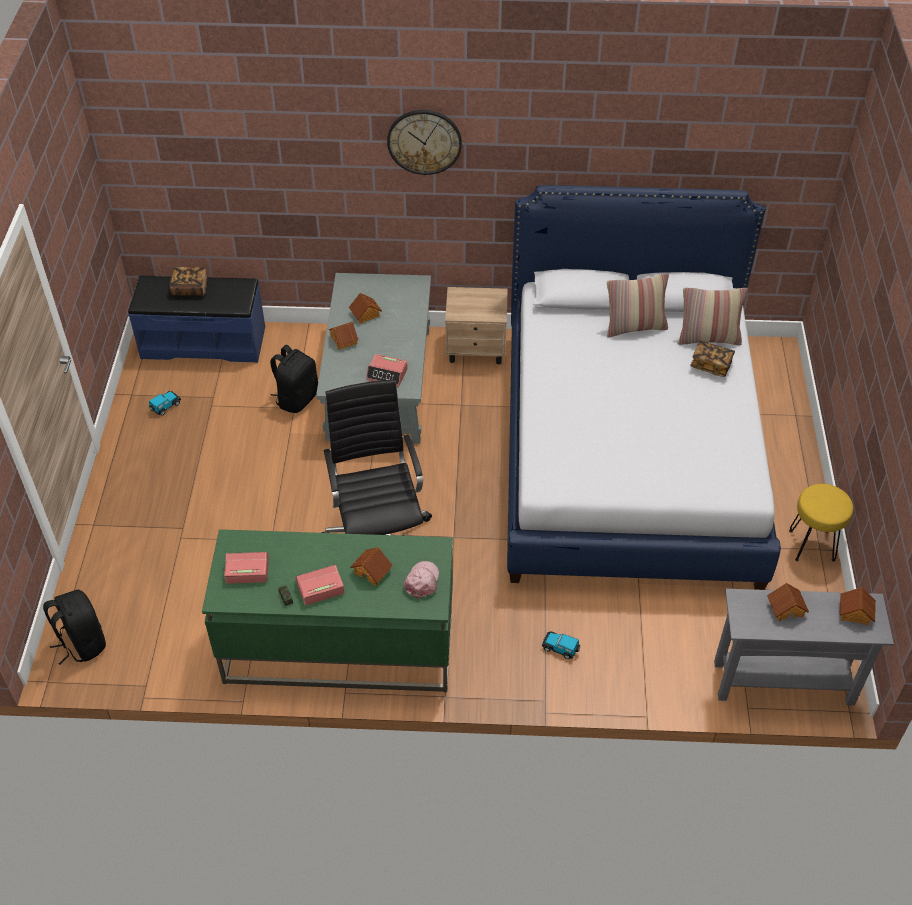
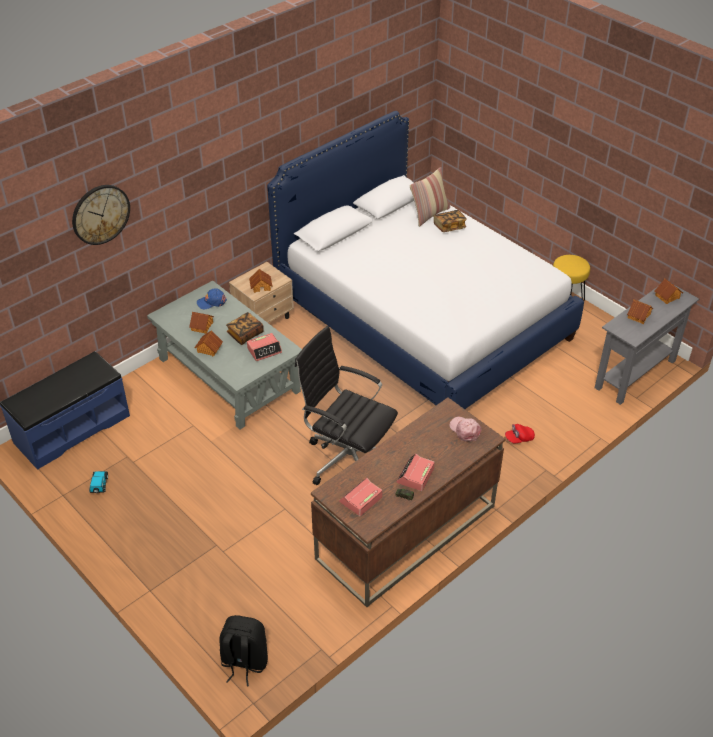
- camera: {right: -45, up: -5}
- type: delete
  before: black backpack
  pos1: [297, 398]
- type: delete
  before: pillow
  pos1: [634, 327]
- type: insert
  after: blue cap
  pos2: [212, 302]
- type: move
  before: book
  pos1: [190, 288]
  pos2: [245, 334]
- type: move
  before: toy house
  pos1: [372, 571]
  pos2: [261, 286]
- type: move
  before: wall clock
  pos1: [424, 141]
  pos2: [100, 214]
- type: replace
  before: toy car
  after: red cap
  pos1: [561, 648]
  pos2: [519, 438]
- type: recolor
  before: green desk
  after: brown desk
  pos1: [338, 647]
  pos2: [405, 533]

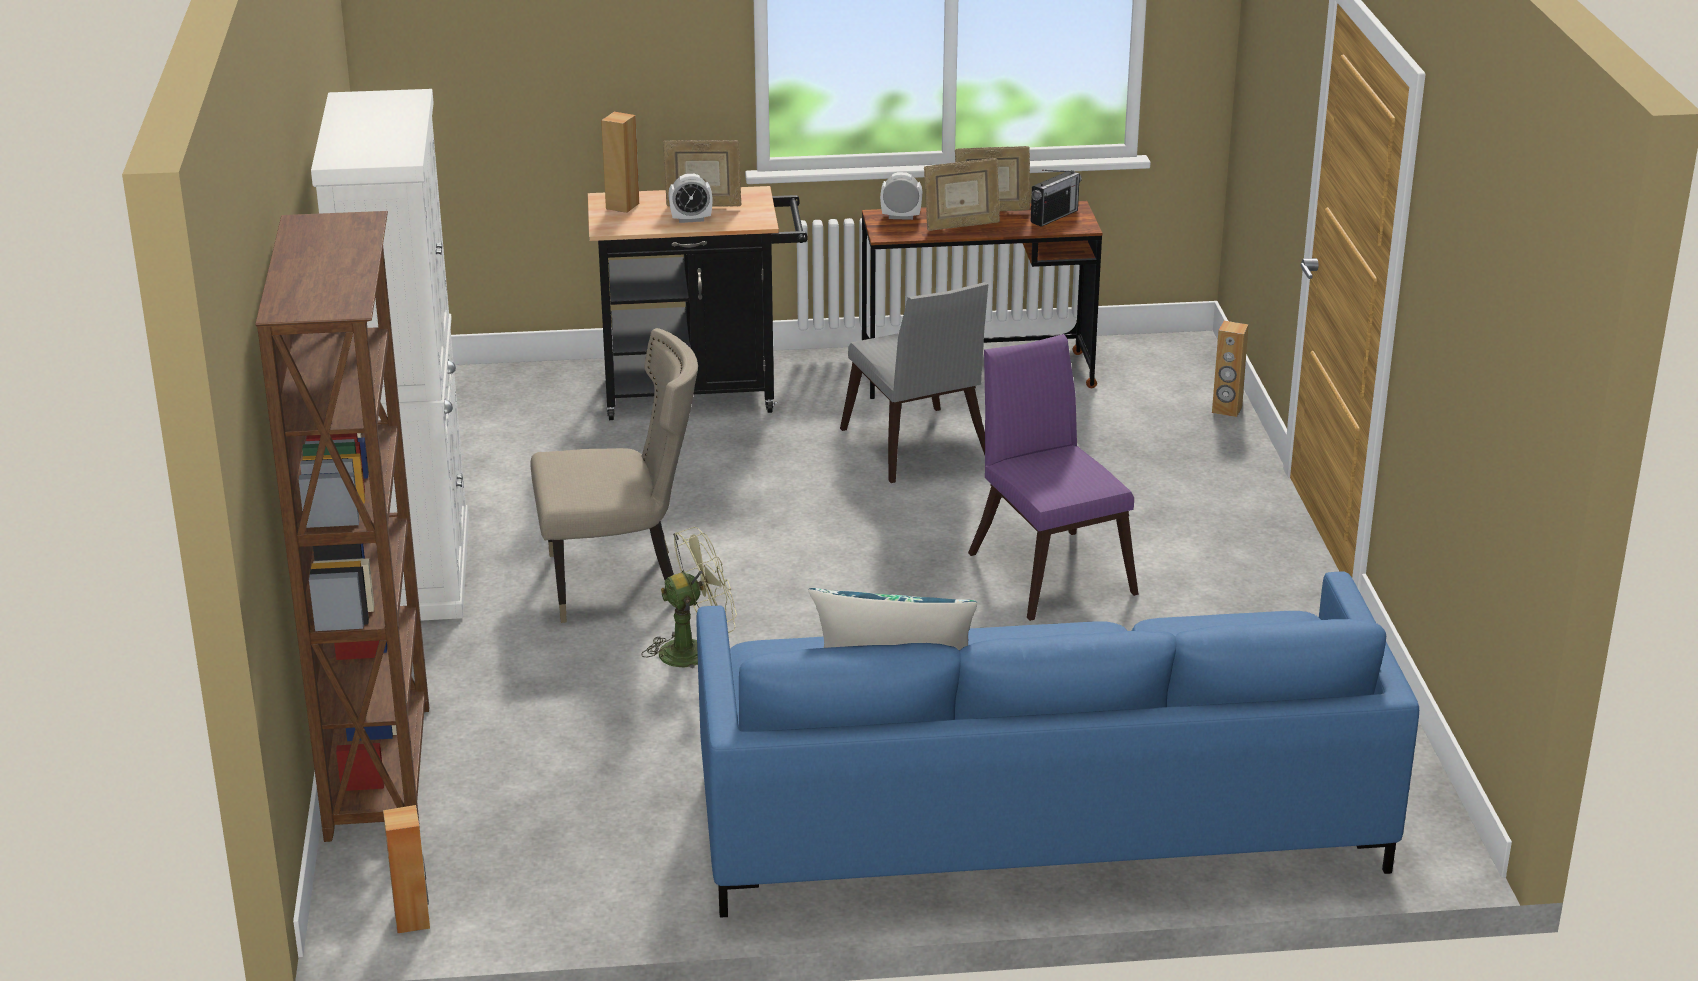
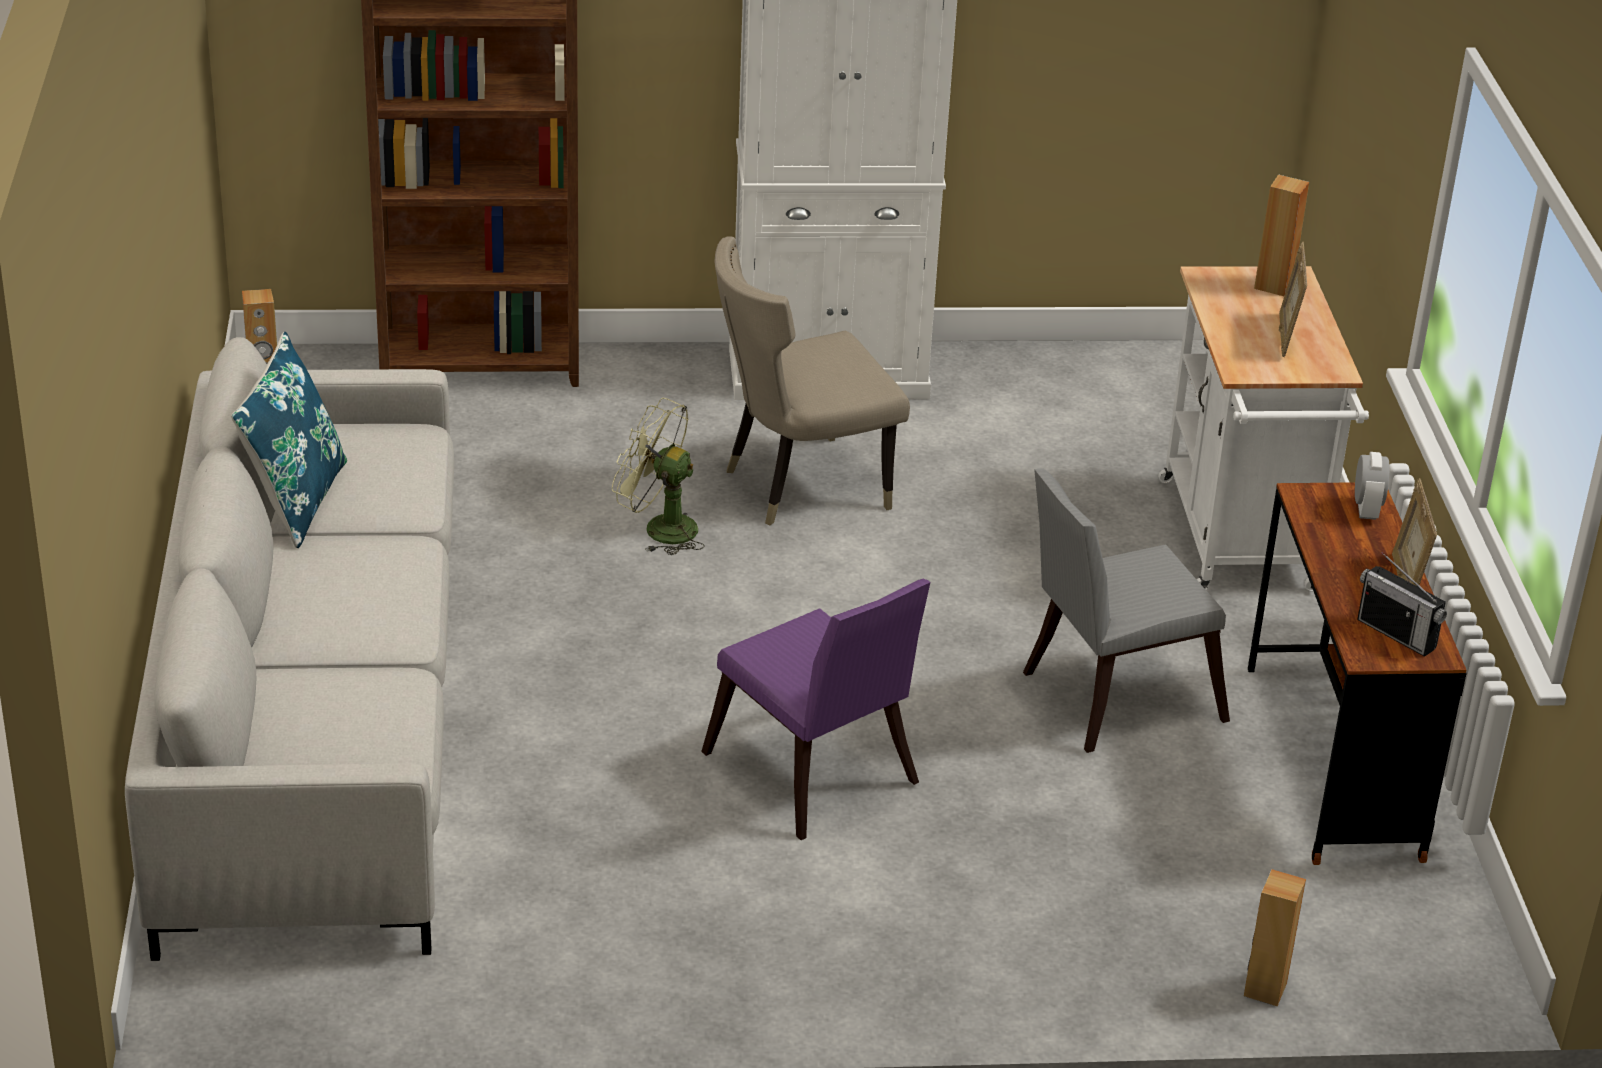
- camera: {right: 90, up: 5}
- type: delete
  before: alarm clock
  pos1: [691, 219]
- type: delete
  before: picture frame
  pos1: [961, 225]
- type: recolor
  before: black cart
  after: white cart
  pos1: [701, 393]
  pos2: [1242, 543]
- type: recolor
  before: blue sofa
  after: grey sofa
  pos1: [1038, 818]
  pos2: [316, 724]
- type: rotate
  before: beige chair
  pos1: [620, 582]
  pos2: [799, 486]
  turn: 75
- type: rotate
  before: green fan
  pos1: [694, 651]
  pos2: [659, 528]
  turn: 135
- type: rotate
  before: purple chair
  pos1: [1048, 568]
  pos2: [815, 777]
  turn: 75

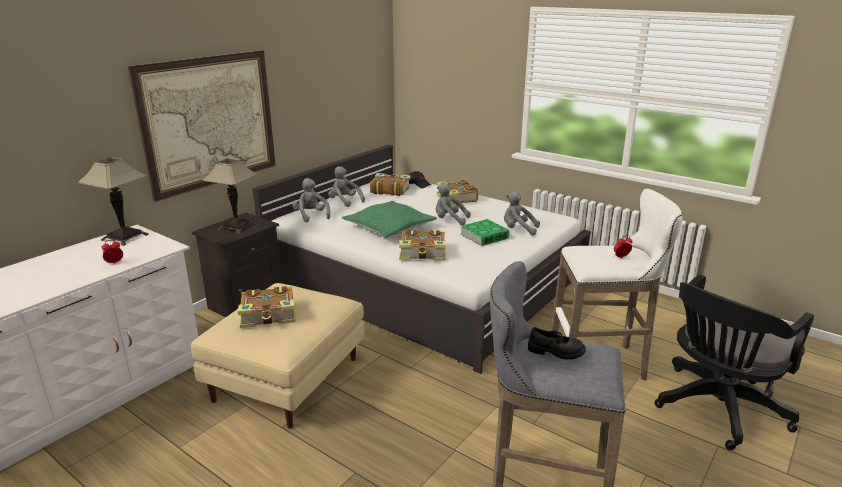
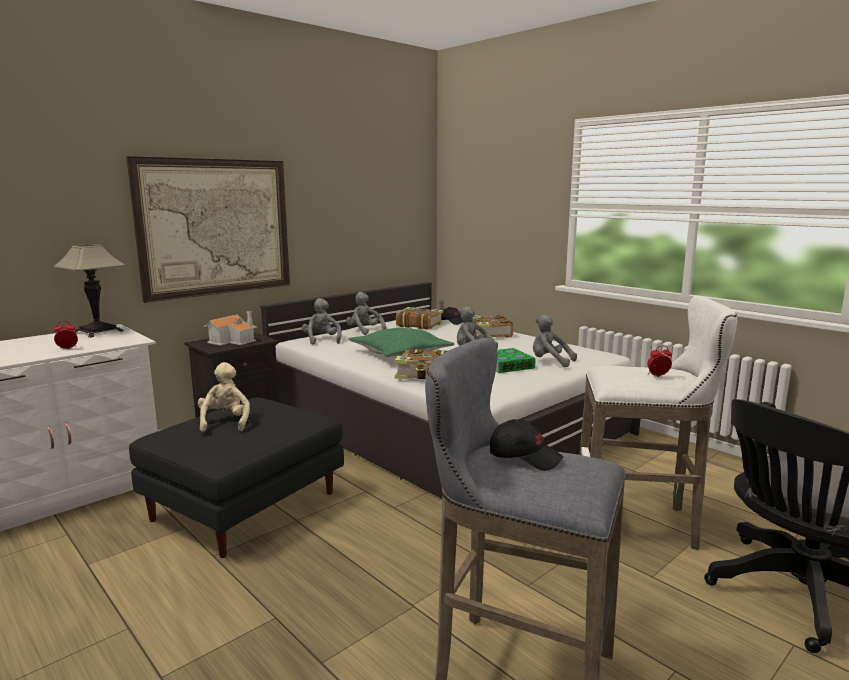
- camera: {right: 10, up: -10}
- type: replace
  before: table lamp
  after: toy house
  pos1: [237, 226]
  pos2: [233, 341]
- type: replace
  before: book
  after: beige plush toy
  pos1: [269, 315]
  pos2: [225, 422]
- type: replace
  before: black shoe
  after: black cap
  pos1: [556, 351]
  pos2: [525, 457]
- type: recolor
  before: beige ottoman
  after: black ottoman
  pos1: [287, 378]
  pos2: [246, 505]

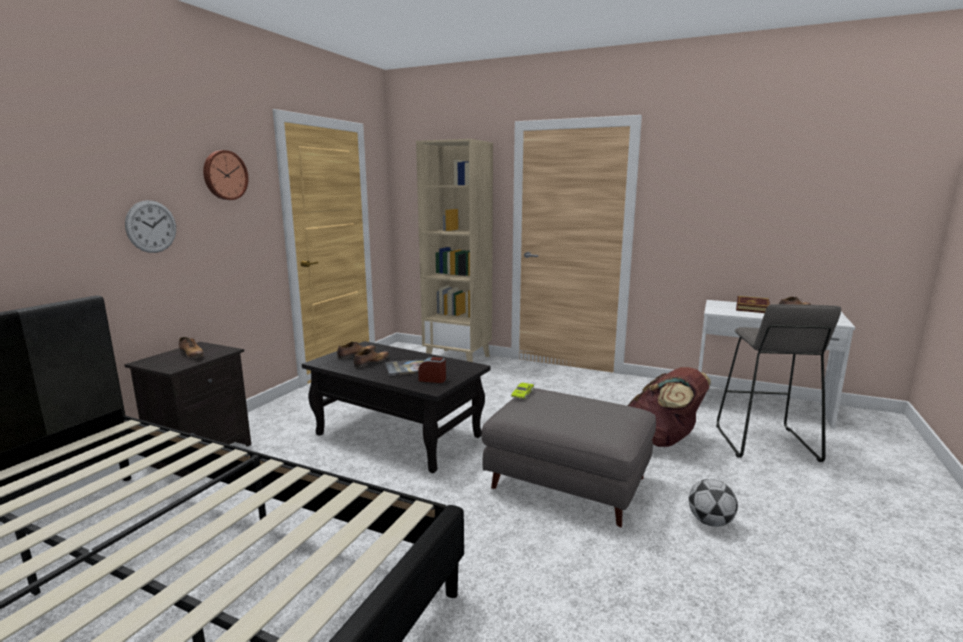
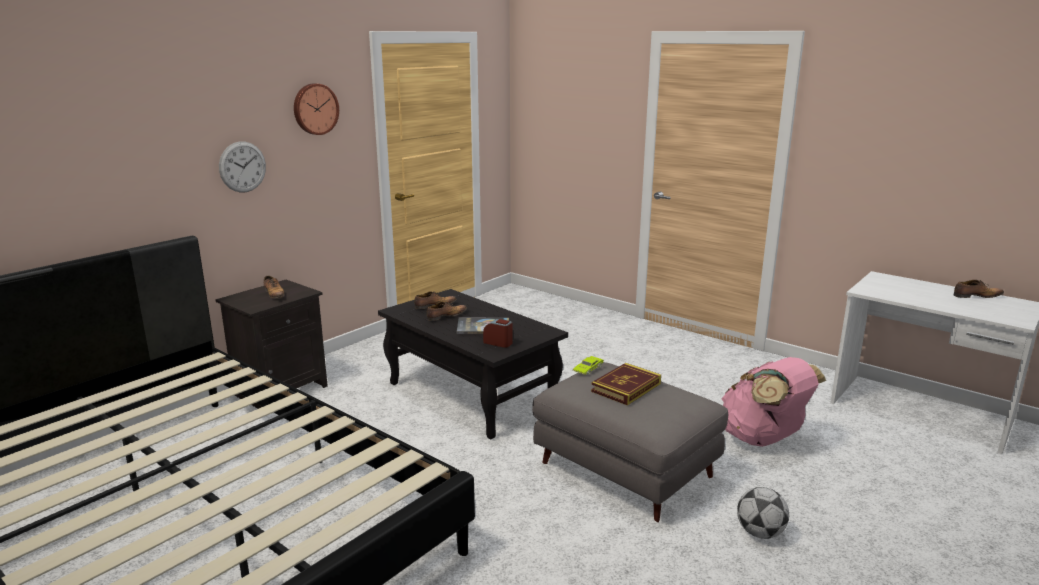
- camera: {right: 15, up: 5}
- type: delete
  before: beige bookcase
  pos1: [458, 359]
- type: delete
  before: grey stool
  pos1: [764, 443]
- type: move
  before: book
  pos1: [752, 307]
  pos2: [626, 387]
- type: recolor
  before: brown backpack
  after: pink backpack
  pos1: [663, 440]
  pos2: [763, 439]

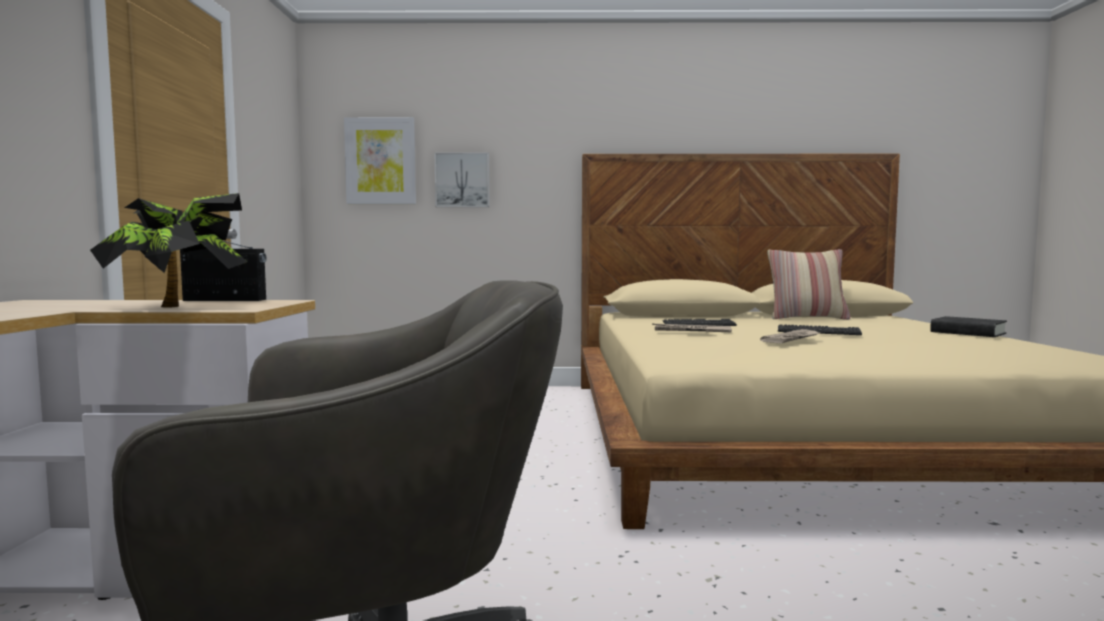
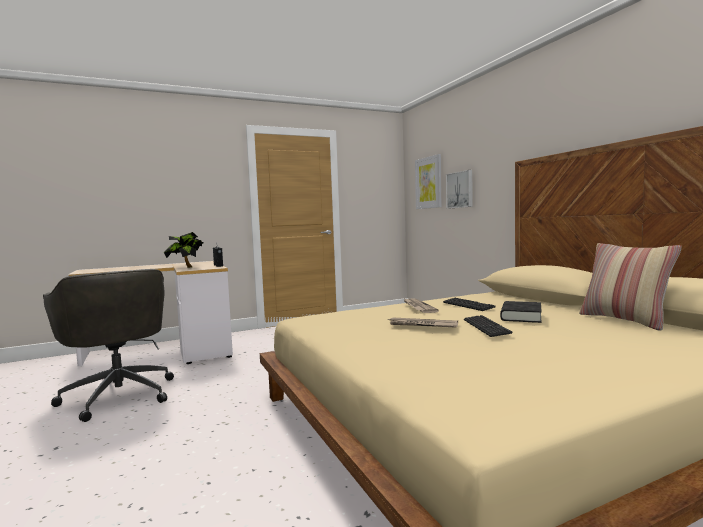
- camera: {right: 65, up: 0}
- type: move
  before: black book
  pos1: [967, 333]
  pos2: [521, 316]

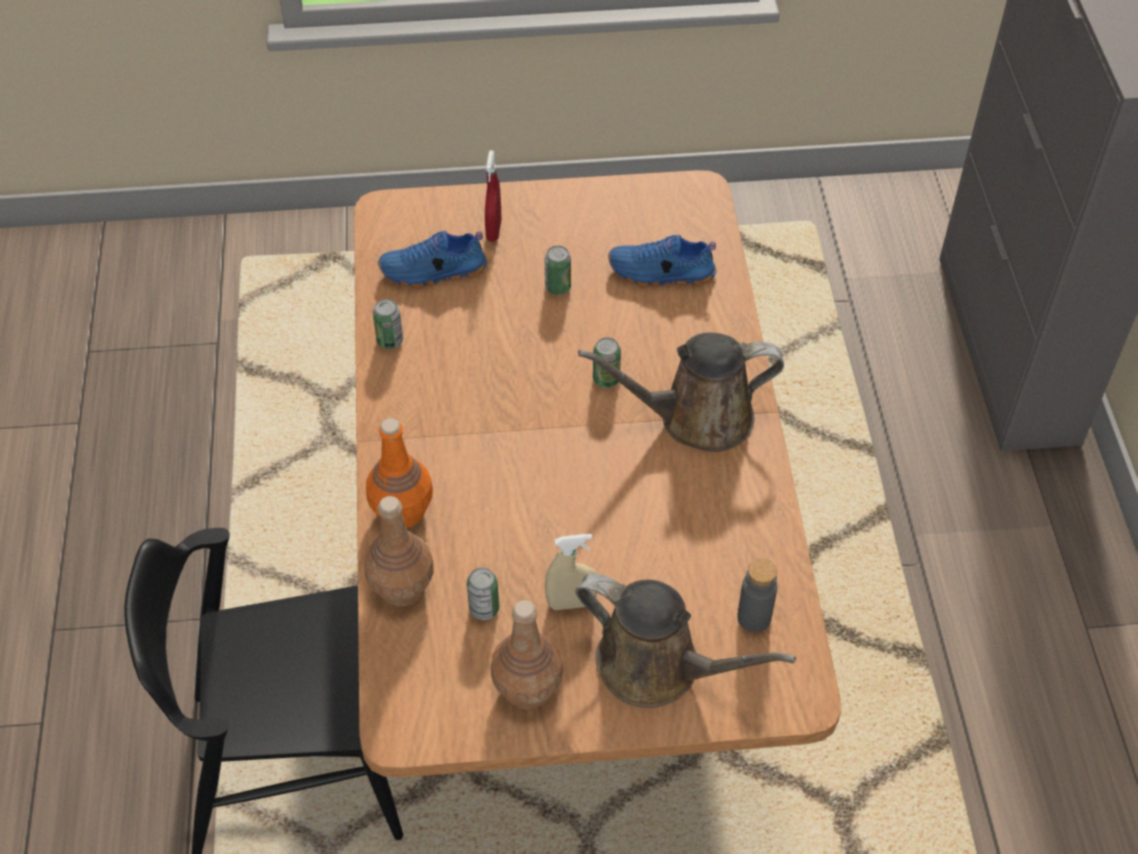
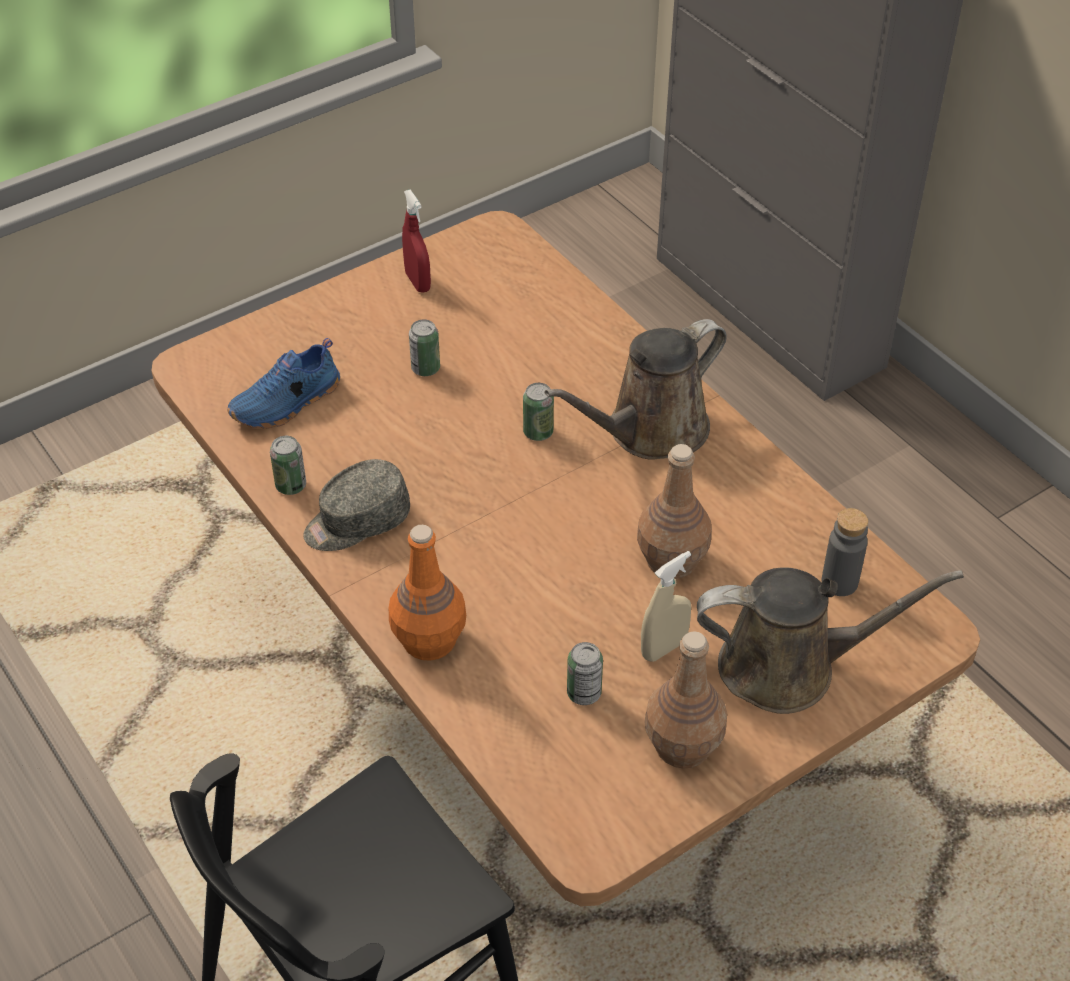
- camera: {right: -30, up: -5}
- type: delete
  before: blue shoe
  pos1: [661, 274]
- type: insert
  after: grey cap
  pos2: [356, 522]
- type: move
  before: brown bottle
  pos1: [401, 587]
  pos2: [671, 560]
- type: move
  before: red spray bottle
  pos1: [493, 230]
  pos2: [417, 282]

